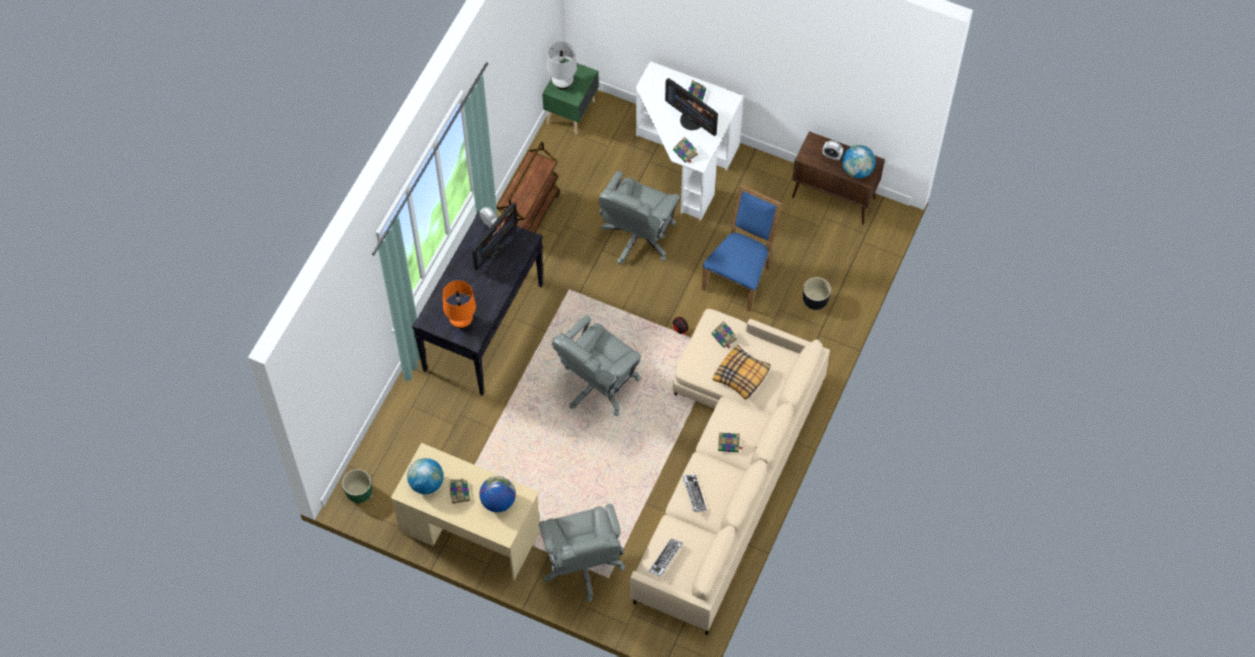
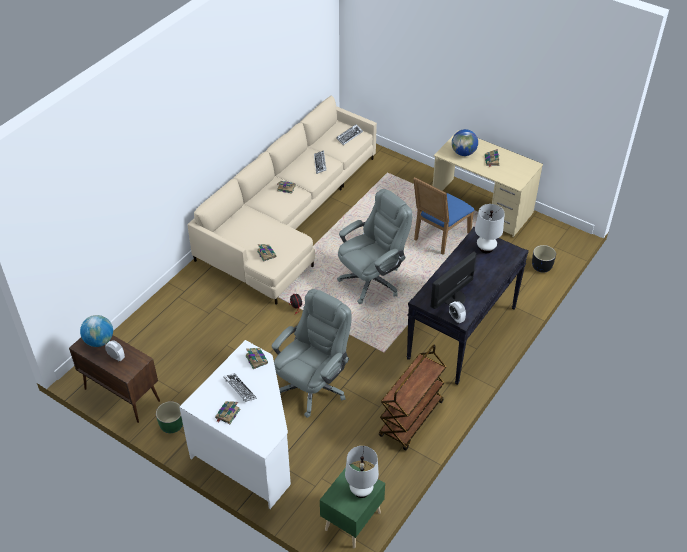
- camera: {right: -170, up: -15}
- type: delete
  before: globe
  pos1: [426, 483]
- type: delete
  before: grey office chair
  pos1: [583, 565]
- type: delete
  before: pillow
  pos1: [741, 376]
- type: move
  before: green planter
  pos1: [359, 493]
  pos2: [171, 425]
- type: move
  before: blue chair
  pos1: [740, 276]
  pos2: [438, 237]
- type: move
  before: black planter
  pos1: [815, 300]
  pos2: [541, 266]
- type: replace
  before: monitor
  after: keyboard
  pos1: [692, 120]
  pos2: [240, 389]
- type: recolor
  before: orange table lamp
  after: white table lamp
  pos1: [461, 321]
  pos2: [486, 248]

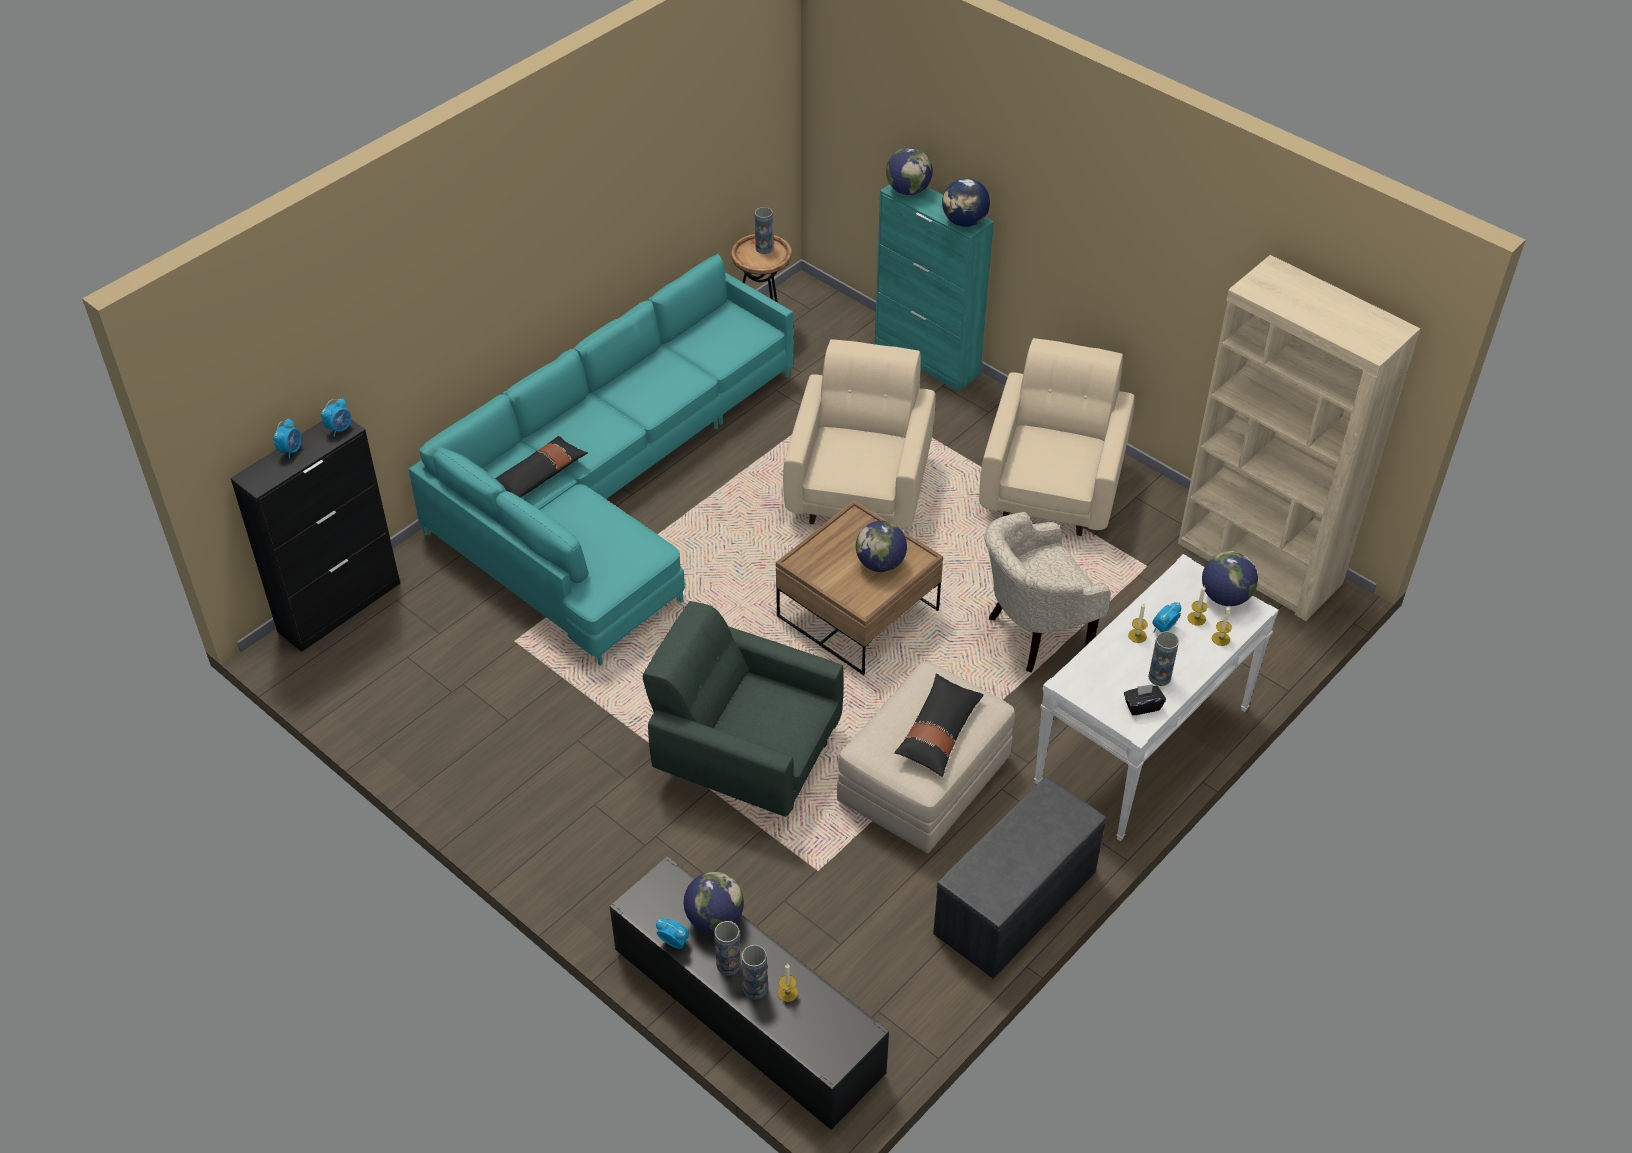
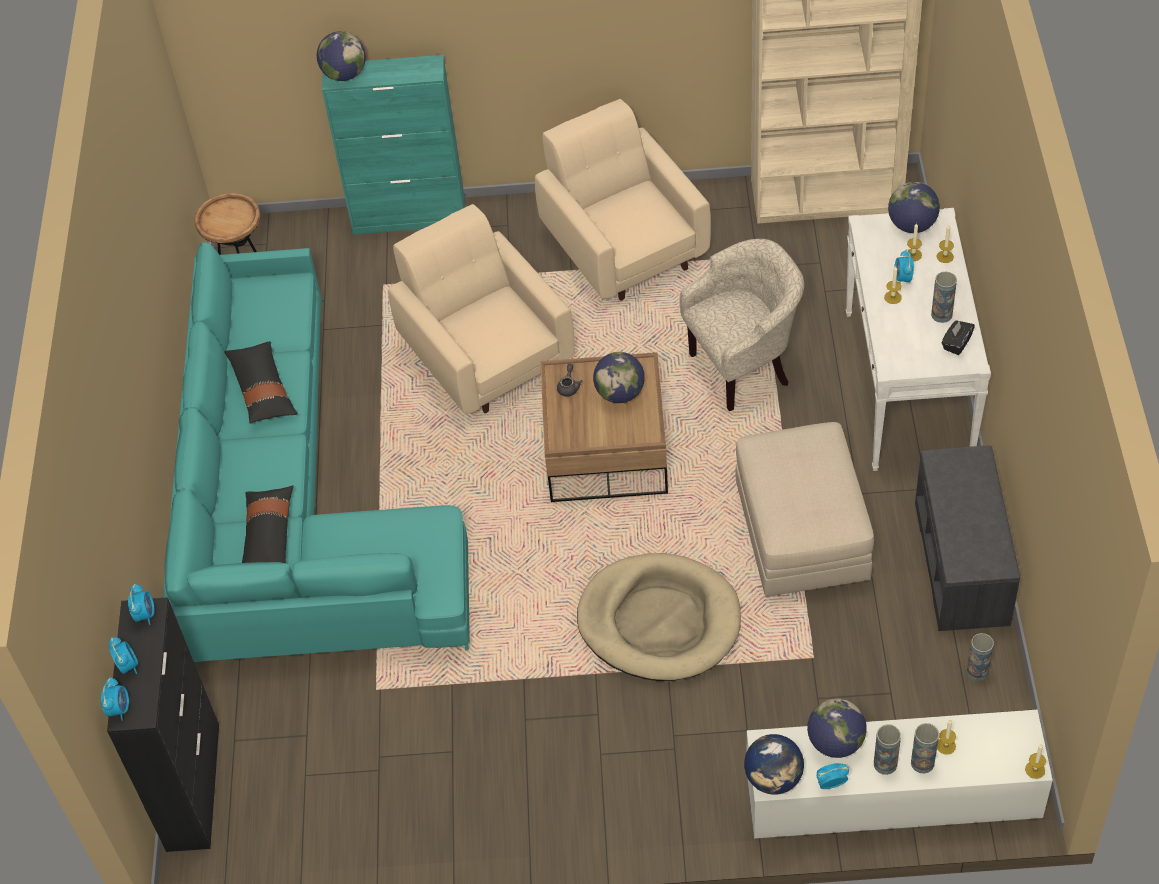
- camera: {right: -40, up: 5}
- type: insert
  after: alarm clock
  pos2: [119, 708]
- type: insert
  after: grey teapot
  pos2: [569, 386]
- type: insert
  after: candle
  pos2: [1035, 770]
- type: move
  before: vase
  pos1: [764, 248]
  pos2: [977, 671]
- type: move
  before: black pillow
  pos1: [938, 732]
  pos2: [262, 390]
- type: move
  before: globe
  pos1: [964, 222]
  pos2: [773, 779]
- type: replace
  before: green armchair
  after: beige dog bed
  pos1: [745, 754]
  pos2: [659, 621]
- type: recolor
  before: black tv stand
  after: white tv stand
  pos1: [745, 1012]
  pos2: [890, 796]
- type: rotate
  before: beige armchair
  pos1: [1033, 635]
  pos2: [744, 368]
  turn: -135

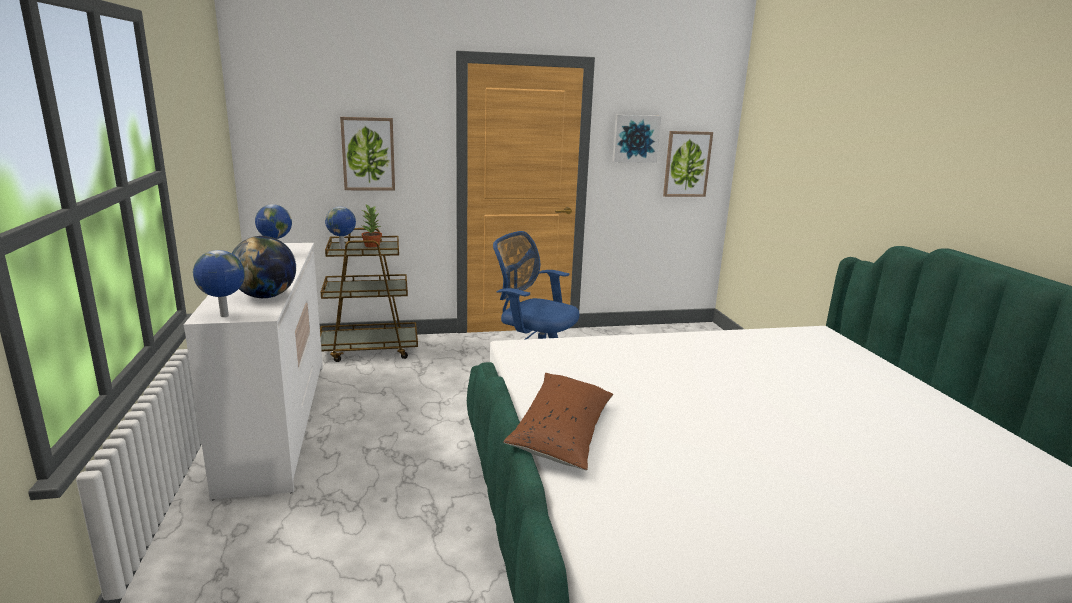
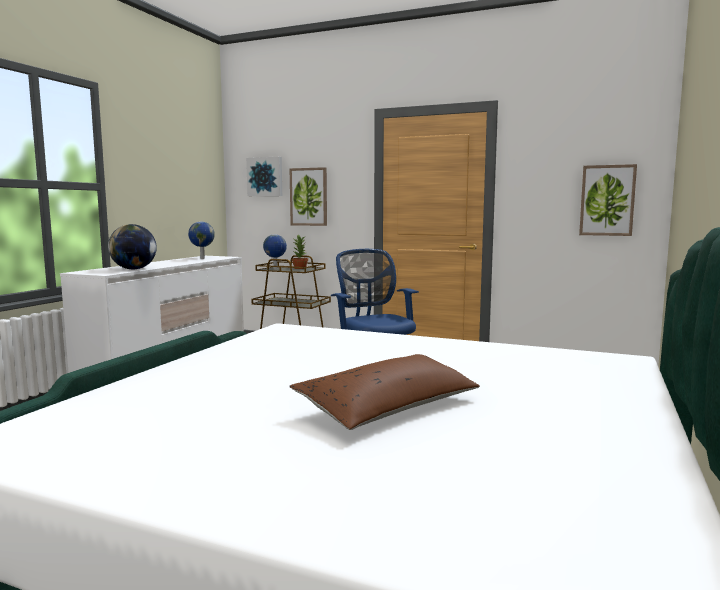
- camera: {right: 35, up: -10}
- type: delete
  before: globe
  pos1: [224, 316]
- type: move
  before: brown pillow
  pos1: [562, 432]
  pos2: [388, 407]
- type: move
  before: picture
  pos1: [635, 138]
  pos2: [265, 177]

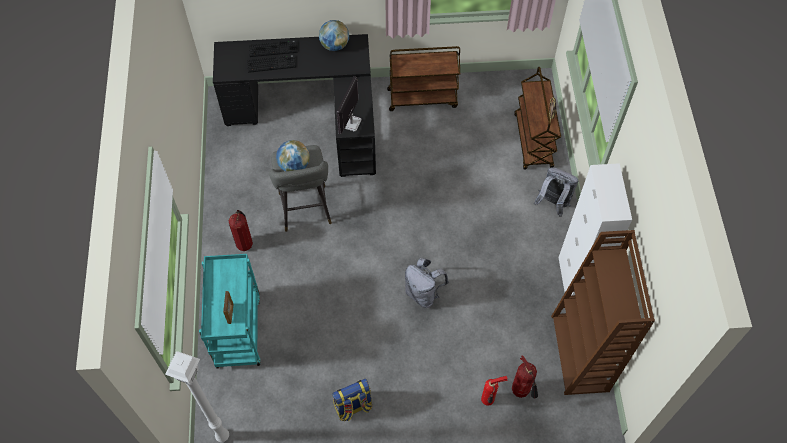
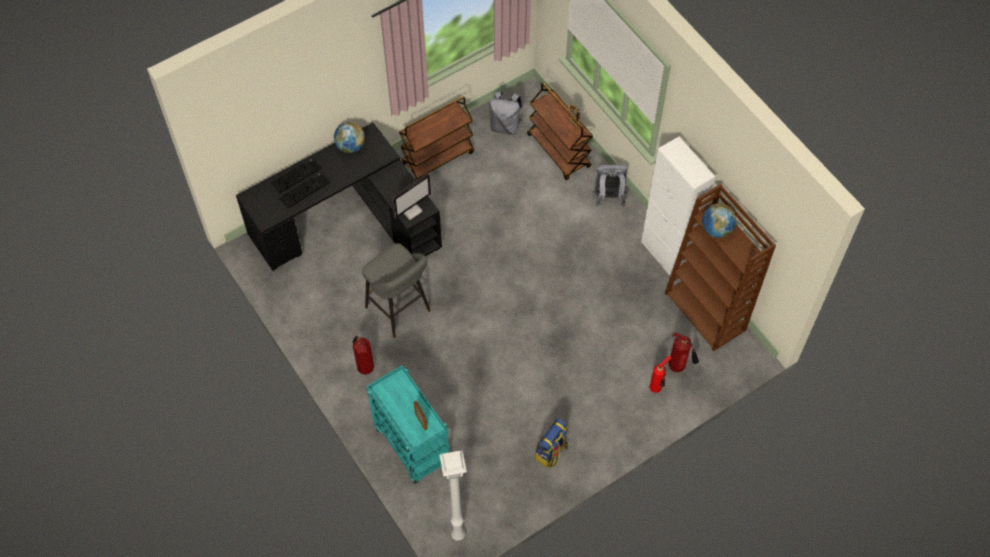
- camera: {right: -30, up: 0}
- type: move
  before: globe
  pos1: [294, 166]
  pos2: [716, 229]
- type: move
  before: grey backpack
  pos1: [423, 293]
  pos2: [505, 126]
- type: rotate
  before: monitor
  pos1: [351, 123]
  pos2: [411, 210]
  turn: -120

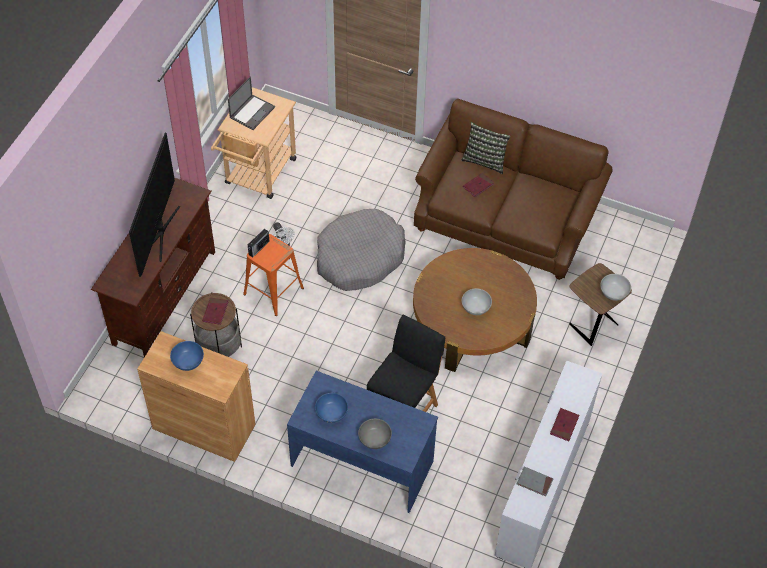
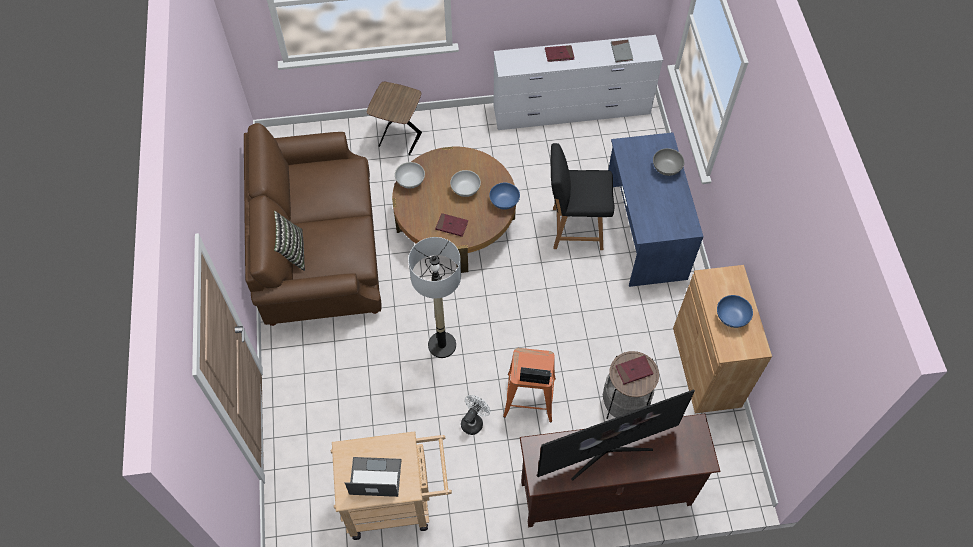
- camera: {right: -120, up: 5}
- type: move
  before: blue bowl
  pos1: [331, 414]
  pos2: [504, 202]
- type: move
  before: red book
  pos1: [478, 186]
  pos2: [451, 226]
- type: move
  before: white bowl
  pos1: [614, 293]
  pos2: [410, 181]
- type: replace
  before: grey dog bed
  after: floor lamp
  pos1: [359, 257]
  pos2: [441, 345]

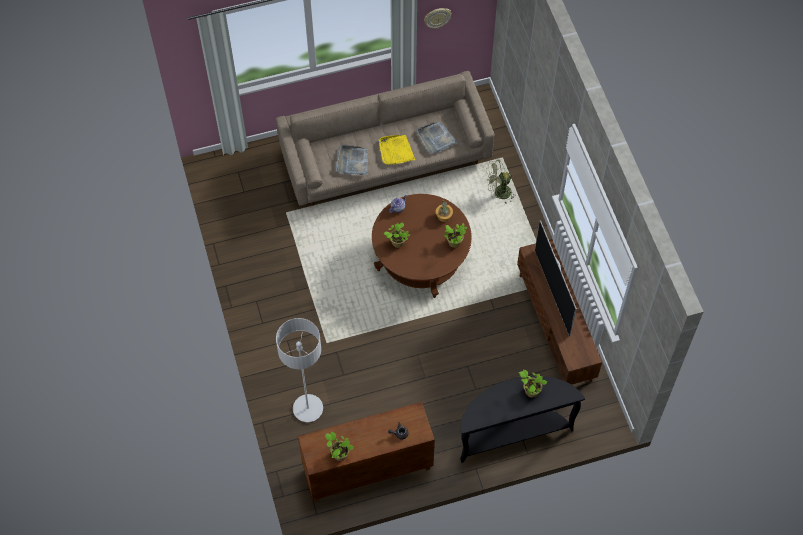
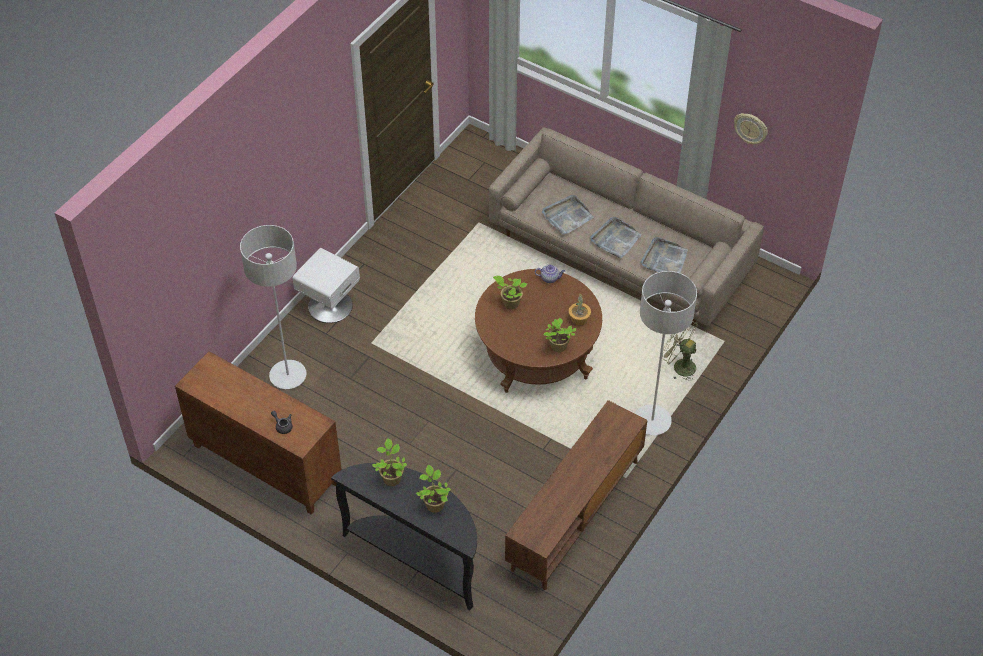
- camera: {right: 50, up: -10}
- type: delete
  before: television
  pos1: [552, 292]
- type: insert
  after: white nightstand
  pos2: [329, 305]
- type: insert
  after: grey floor lamp
  pos2: [652, 421]
- type: move
  before: potted plant
  pos1: [339, 454]
  pos2: [391, 478]
- type: recolor
  before: yellow tray
  after: grey tray
  pos1: [395, 151]
  pos2: [615, 239]

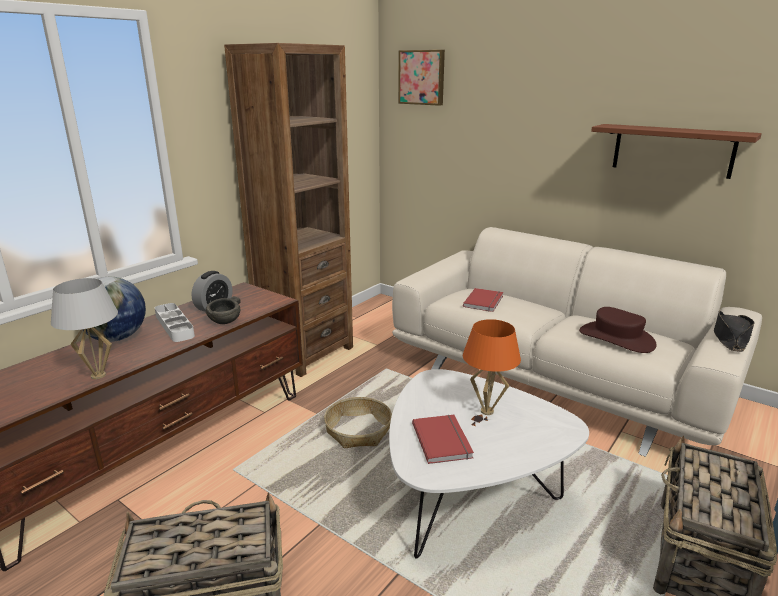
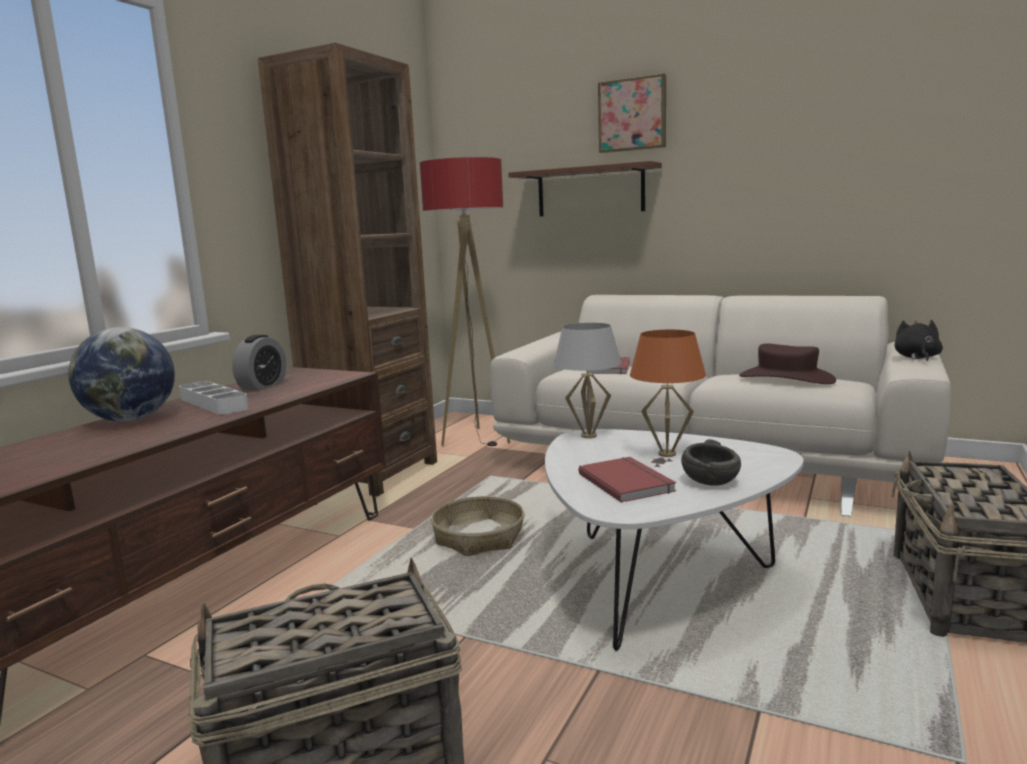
- camera: {right: -10, up: -10}
- type: insert
  after: floor lamp
  pos2: [476, 439]
- type: move
  before: white table lamp
  pos1: [98, 375]
  pos2: [588, 435]
- type: move
  before: grey bowl
  pos1: [225, 321]
  pos2: [711, 481]
- type: move
  before: picture
  pos1: [422, 77]
  pos2: [632, 115]
- type: move
  before: brown shelf
  pos1: [672, 150]
  pos2: [590, 191]
- type: replace
  before: black hat
  after: black plush toy
  pos1: [730, 338]
  pos2: [916, 358]

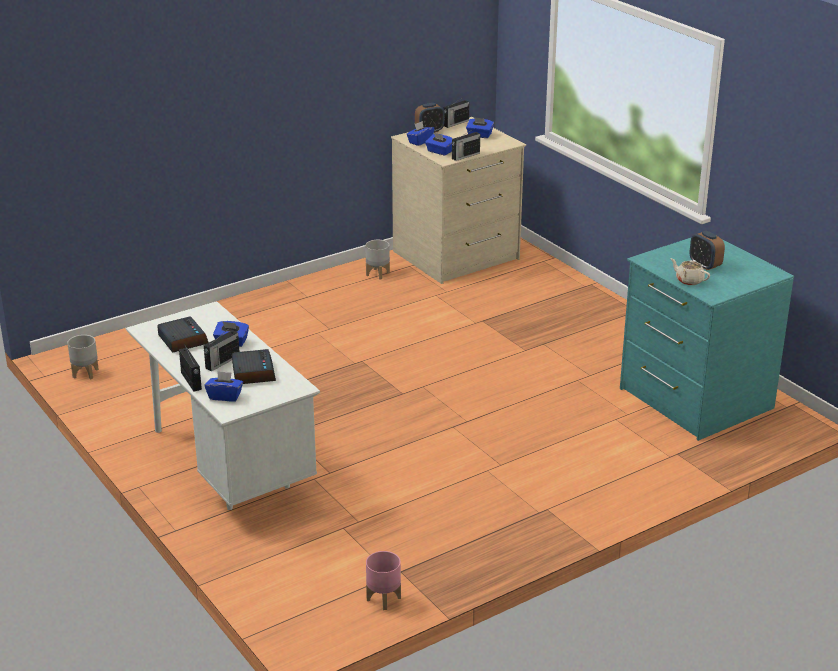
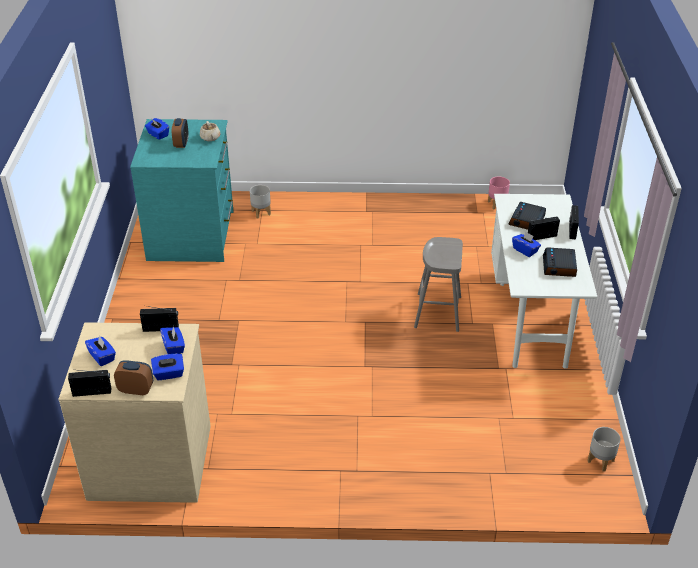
- camera: {right: -145, up: 10}
- type: insert
  after: grey stool
  pos2: [438, 312]
- type: move
  before: blue tissue box
  pos1: [225, 396]
  pos2: [158, 135]
- type: move
  before: grey planter
  pos1: [377, 274]
  pos2: [261, 212]

